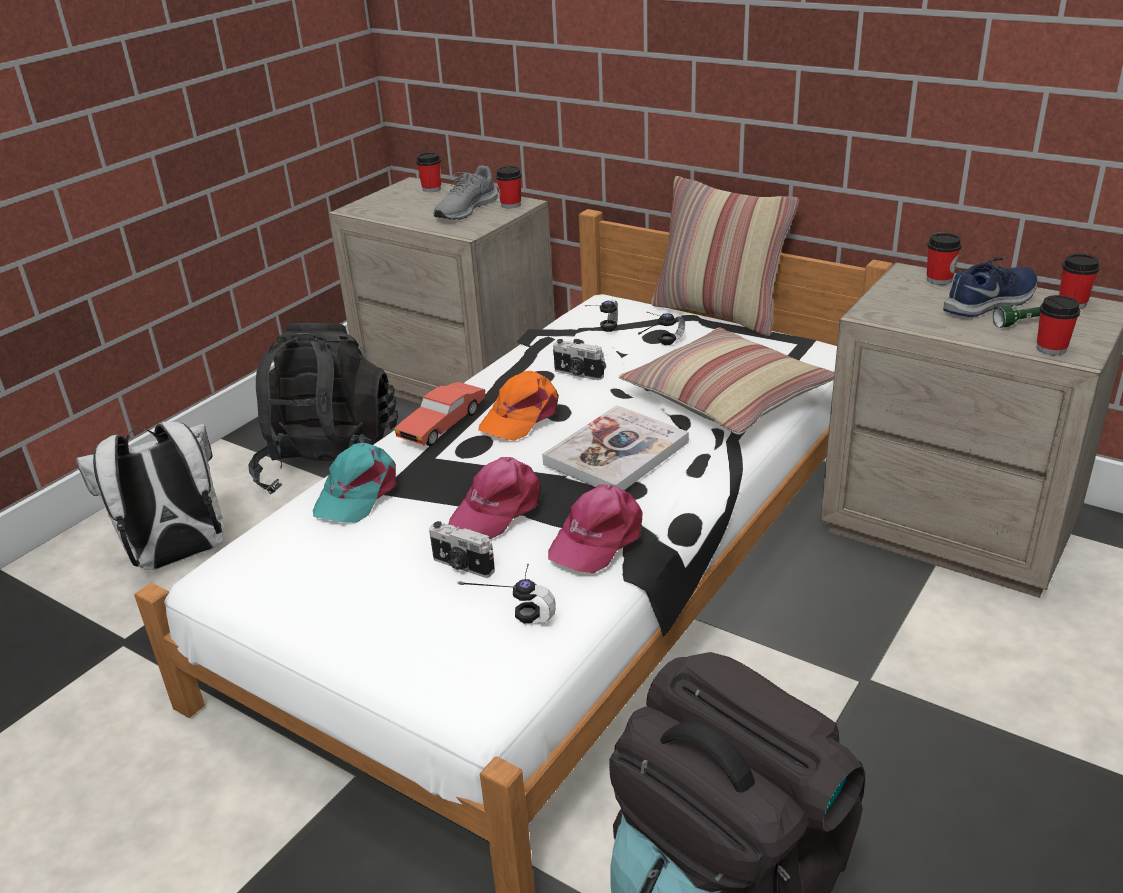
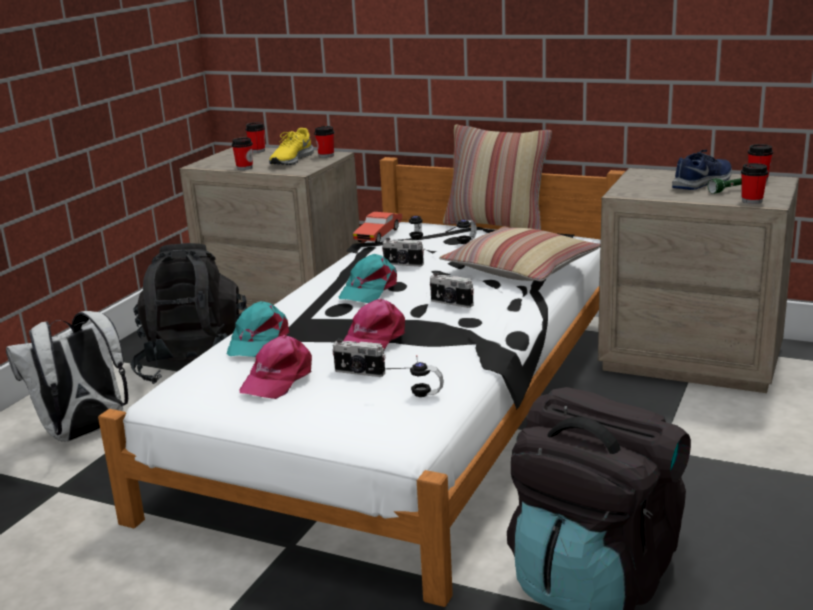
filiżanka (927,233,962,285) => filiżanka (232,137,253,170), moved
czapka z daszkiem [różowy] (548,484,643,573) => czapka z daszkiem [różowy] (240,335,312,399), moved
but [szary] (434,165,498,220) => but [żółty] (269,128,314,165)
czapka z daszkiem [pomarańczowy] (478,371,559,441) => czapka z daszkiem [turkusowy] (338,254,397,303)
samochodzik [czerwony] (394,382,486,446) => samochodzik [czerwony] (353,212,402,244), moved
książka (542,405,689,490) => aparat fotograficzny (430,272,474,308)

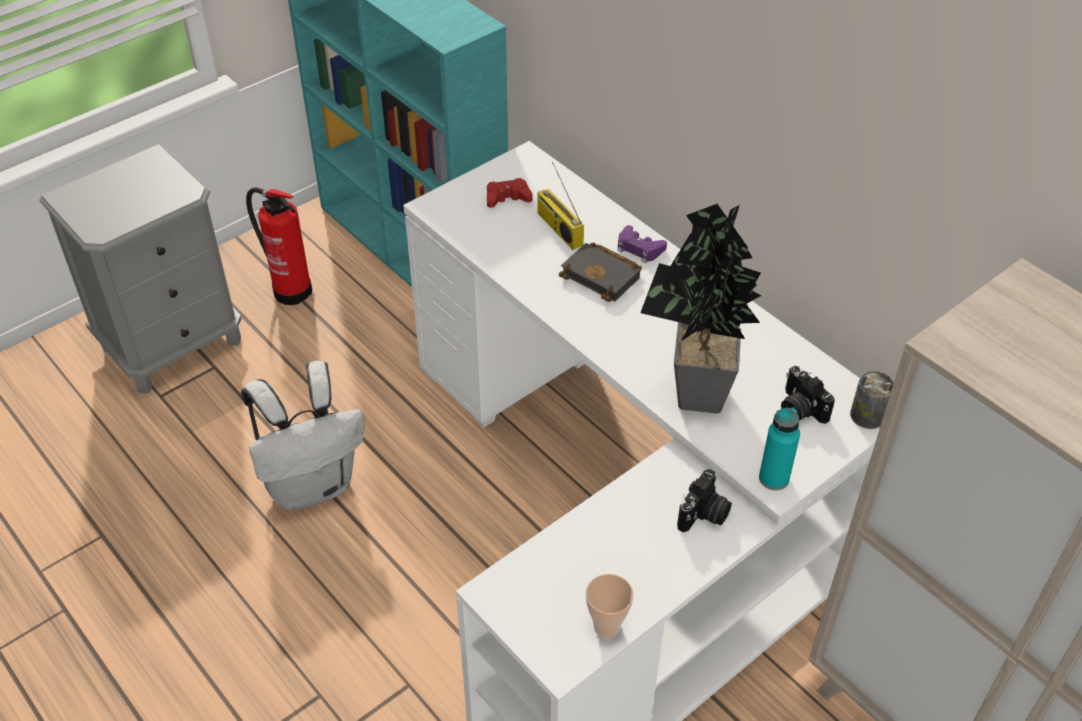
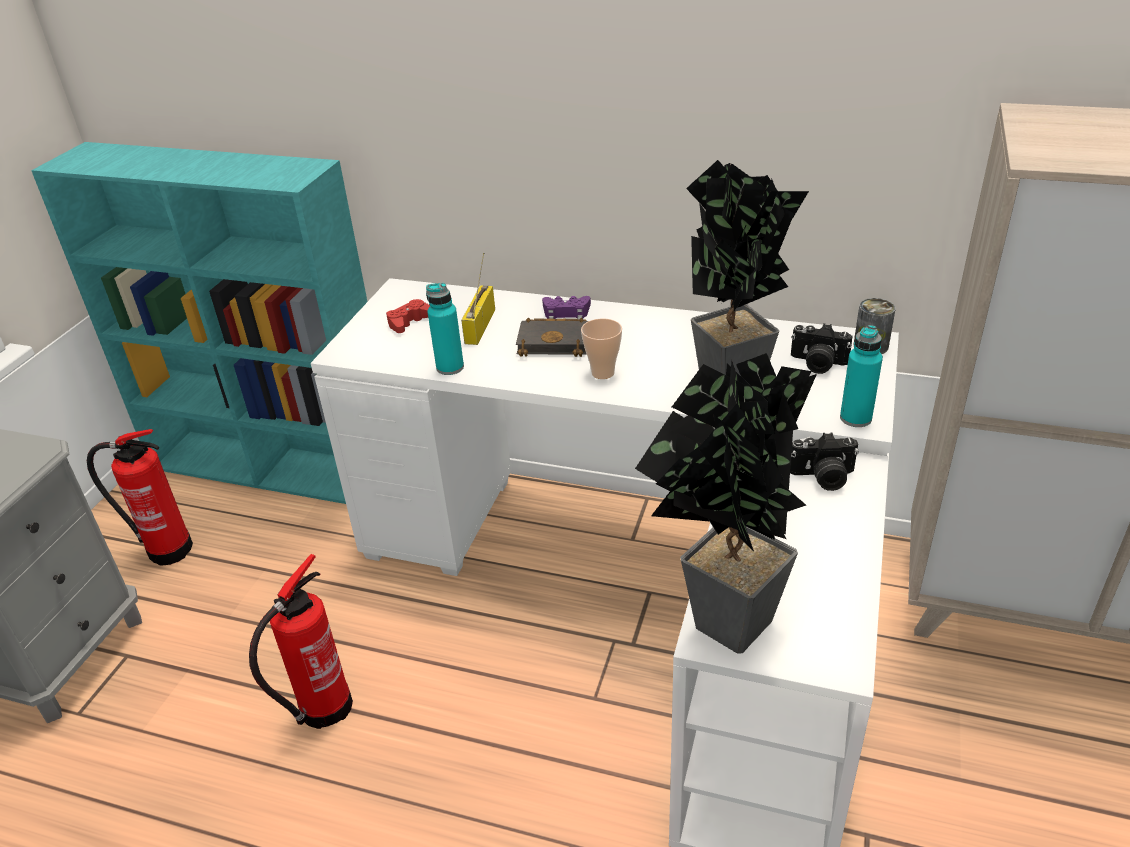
plecak [biały] (241,361,364,510) => gaśnica (249,554,353,729)
nothing => butelka [turkusowy] (426,283,464,375)
radio (538,162,584,250) => radio (461,253,495,345), 75 degrees clockwise
filiżanka (586,574,633,638) => filiżanka (581,318,622,379), moved
nothing => roślina doniczkowa (635,353,817,654)
aparat fotograficzny (677,469,732,533) => aparat fotograficzny (790,432,859,491), 90 degrees clockwise

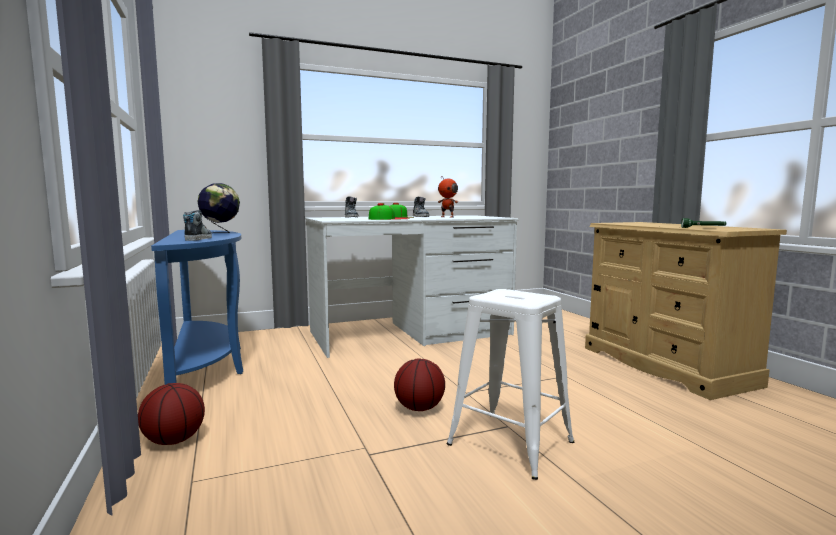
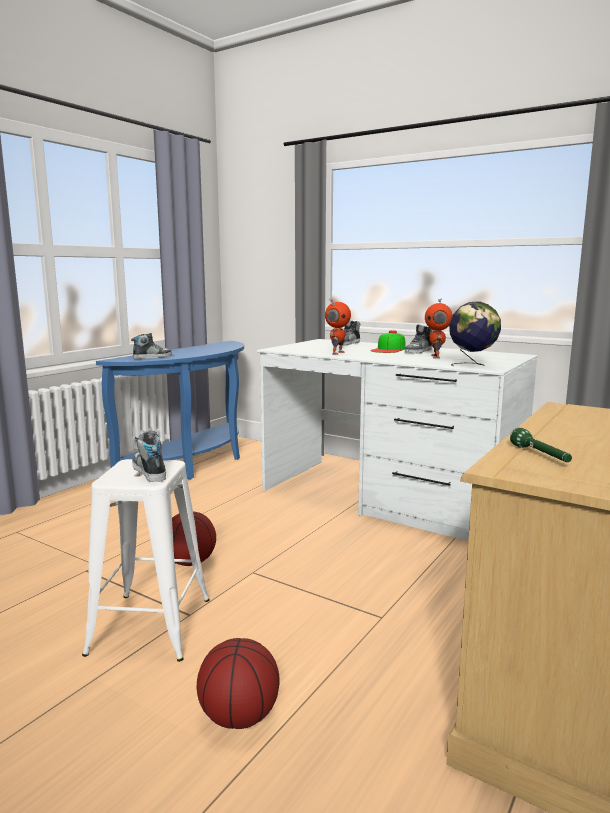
nothing => but (132,431,166,482)
piłka do koszykówki (138,383,205,445) => piłka do koszykówki (197,638,280,729), moved
czapka z daszkiem (369,203,410,220) => robot zabawkowy (325,298,351,355)
globus (197,183,240,233) => globus (449,301,501,366), moved

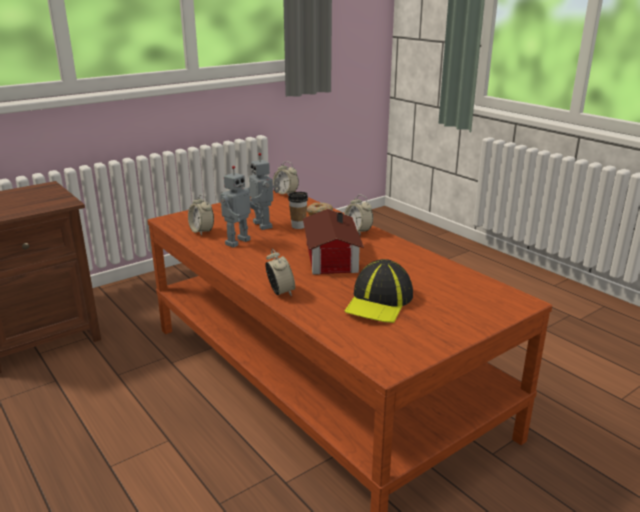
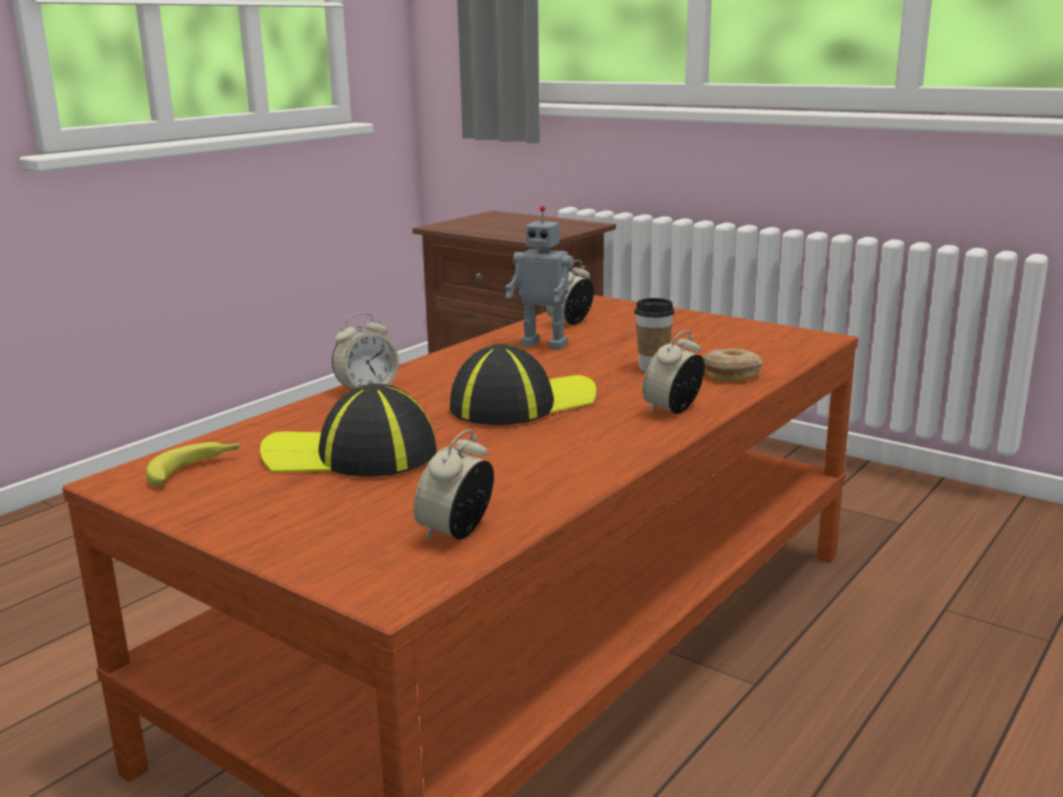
nothing => banan (146,442,242,486)
budzik (273,161,299,196) => budzik (414,429,494,541), moved
domek (303,209,364,275) => czapka z daszkiem (450,344,596,425)
robot zabawkowy (248,153,280,230) => nothing

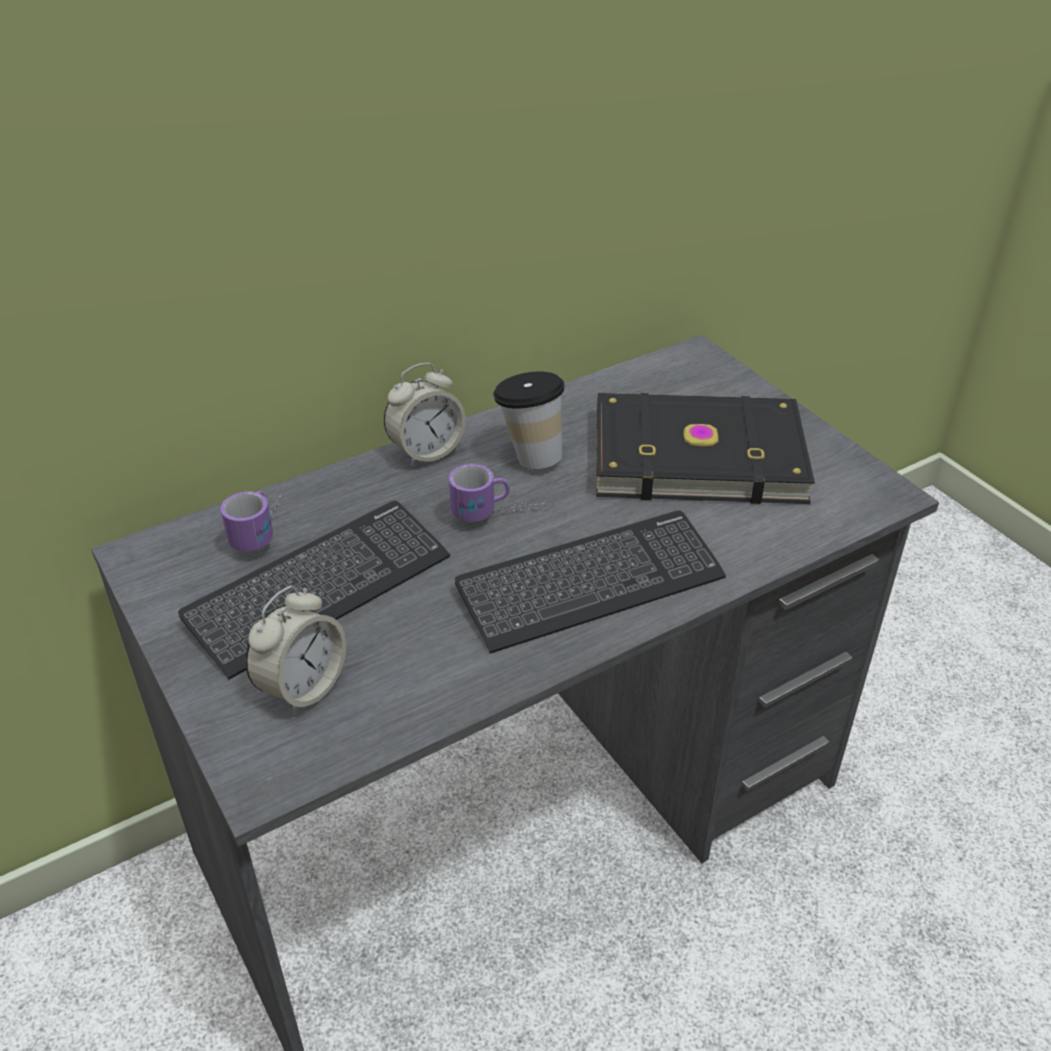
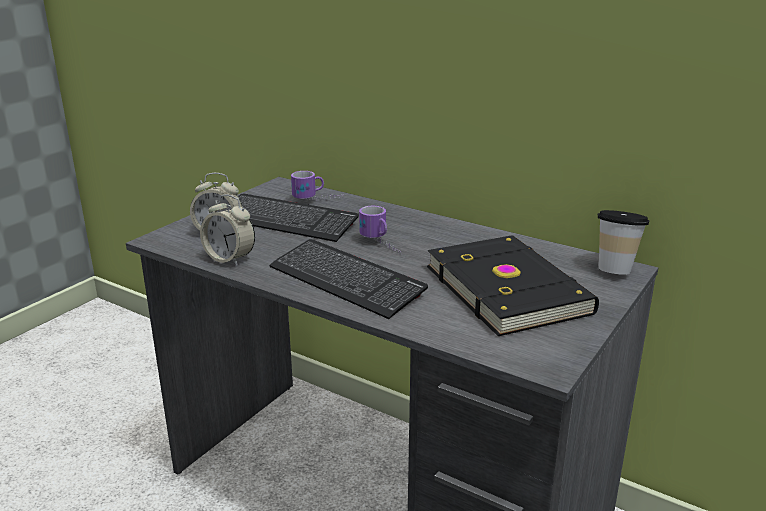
budzik (384,363,466,467) => budzik (200,195,255,266), moved
filiżanka (493,372,564,469) => filiżanka (598,210,650,275), moved

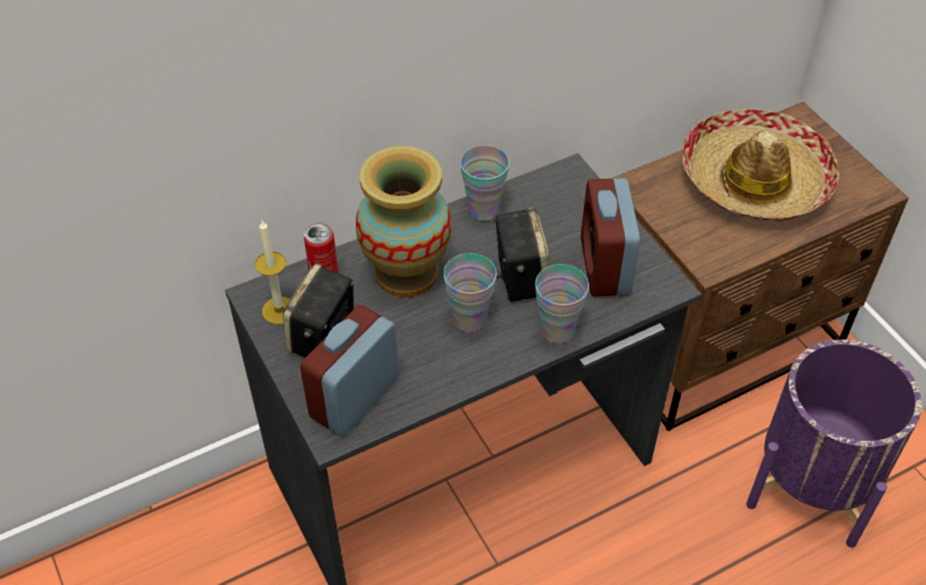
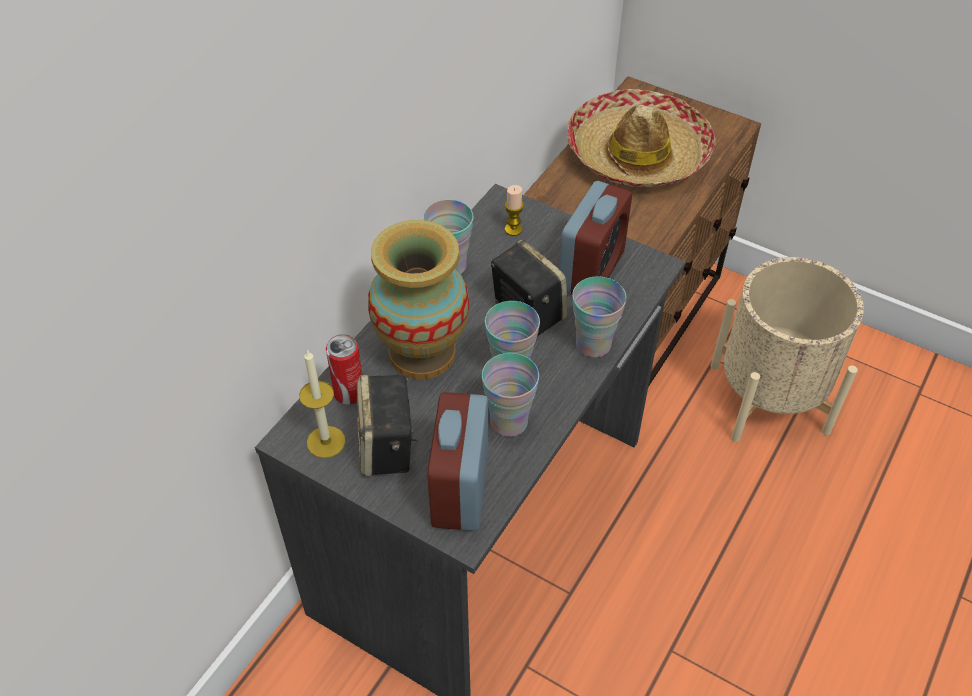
nothing => filiżanka (482,353,539,437)
nothing => świeca (505,185,524,236)
budzik (581,178,640,296) => budzik (559,181,632,294), 120 degrees counterclockwise
donica [fioletowy] (746,339,922,548) => donica [beżowy] (711,257,864,442)

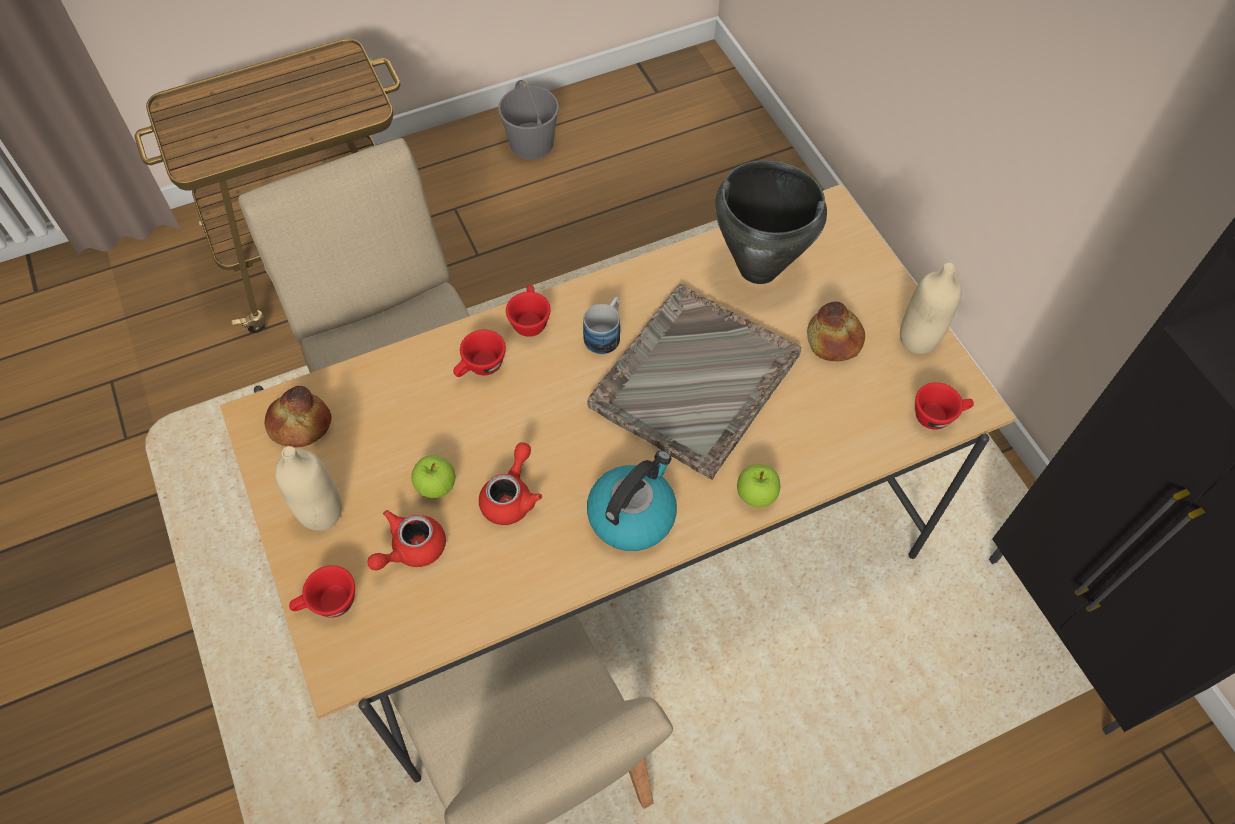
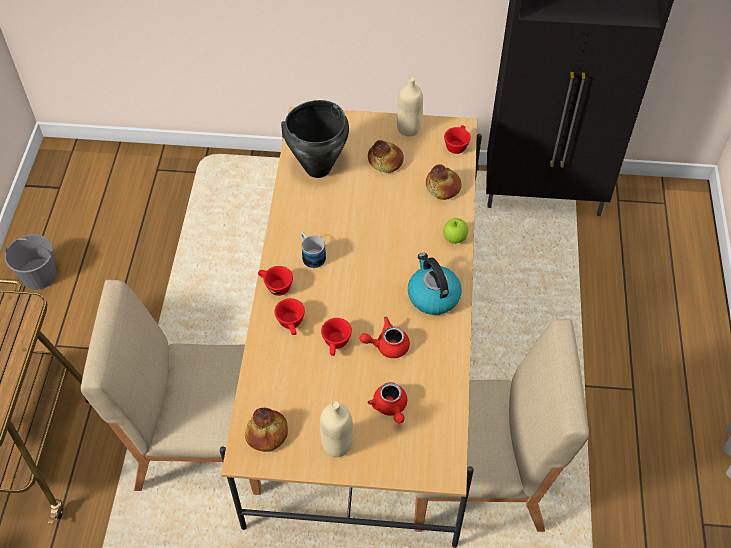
filiżanka [czerwony] (289,565,355,618) => filiżanka [czerwony] (321,318,352,356), moved
imbryk [czerwony] (479,442,542,525) => imbryk [czerwony] (360,317,410,358), 60 degrees counterclockwise
nothing => chleb (426,164,462,200)
jabłko (411,455,456,498) => nothing
taca [szary] (587,284,801,480) => nothing

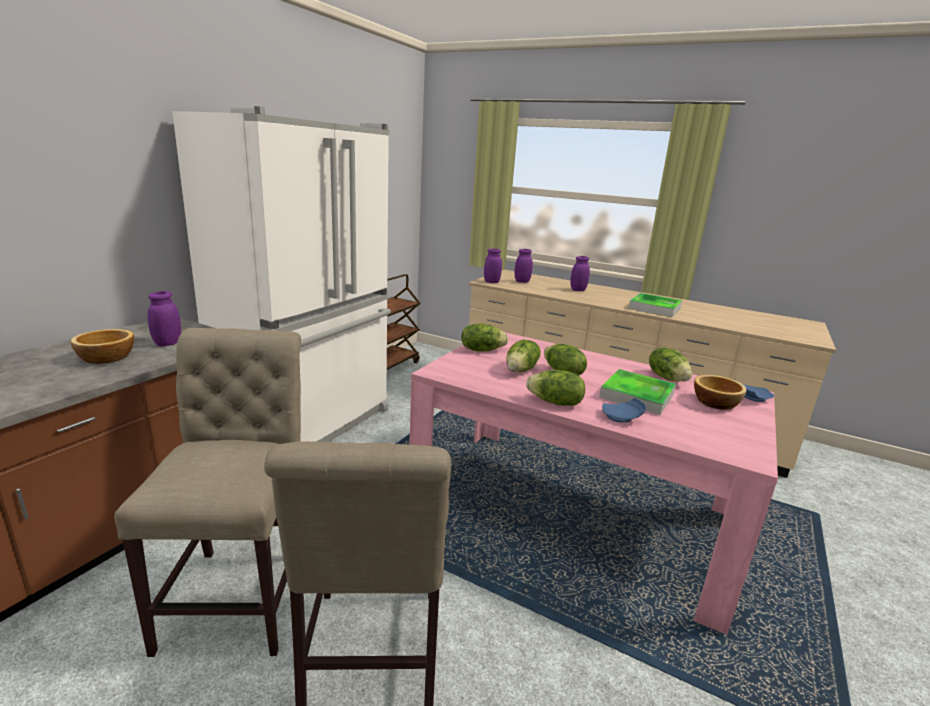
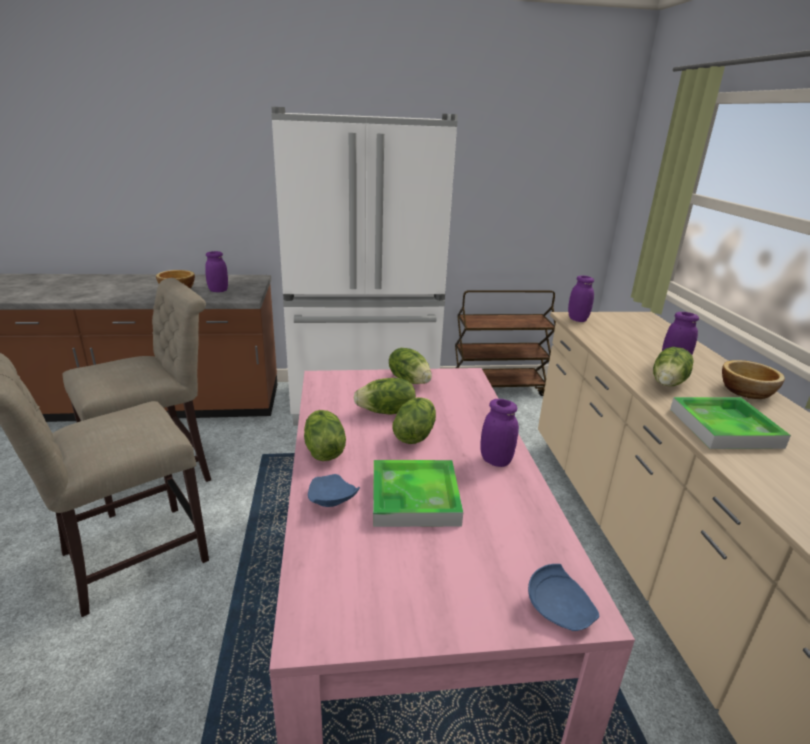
słoik [fioletowy] (515,249,533,283) => słoik [fioletowy] (480,399,519,467), moved
sałata (649,347,692,381) => sałata (653,347,694,386), moved
miska (694,375,747,410) => miska (722,360,785,399), moved

